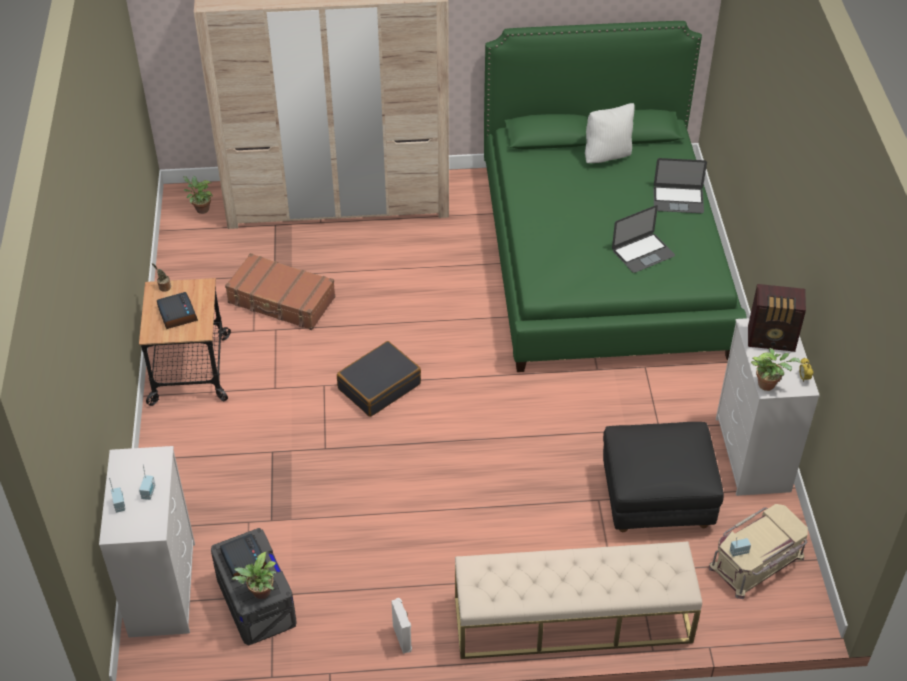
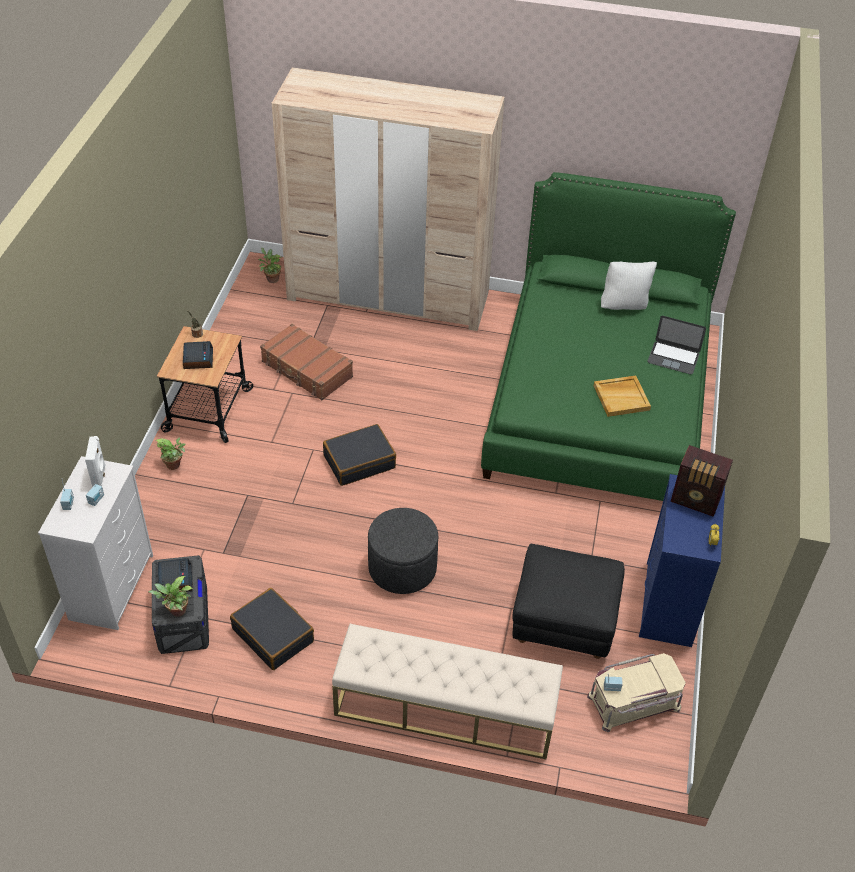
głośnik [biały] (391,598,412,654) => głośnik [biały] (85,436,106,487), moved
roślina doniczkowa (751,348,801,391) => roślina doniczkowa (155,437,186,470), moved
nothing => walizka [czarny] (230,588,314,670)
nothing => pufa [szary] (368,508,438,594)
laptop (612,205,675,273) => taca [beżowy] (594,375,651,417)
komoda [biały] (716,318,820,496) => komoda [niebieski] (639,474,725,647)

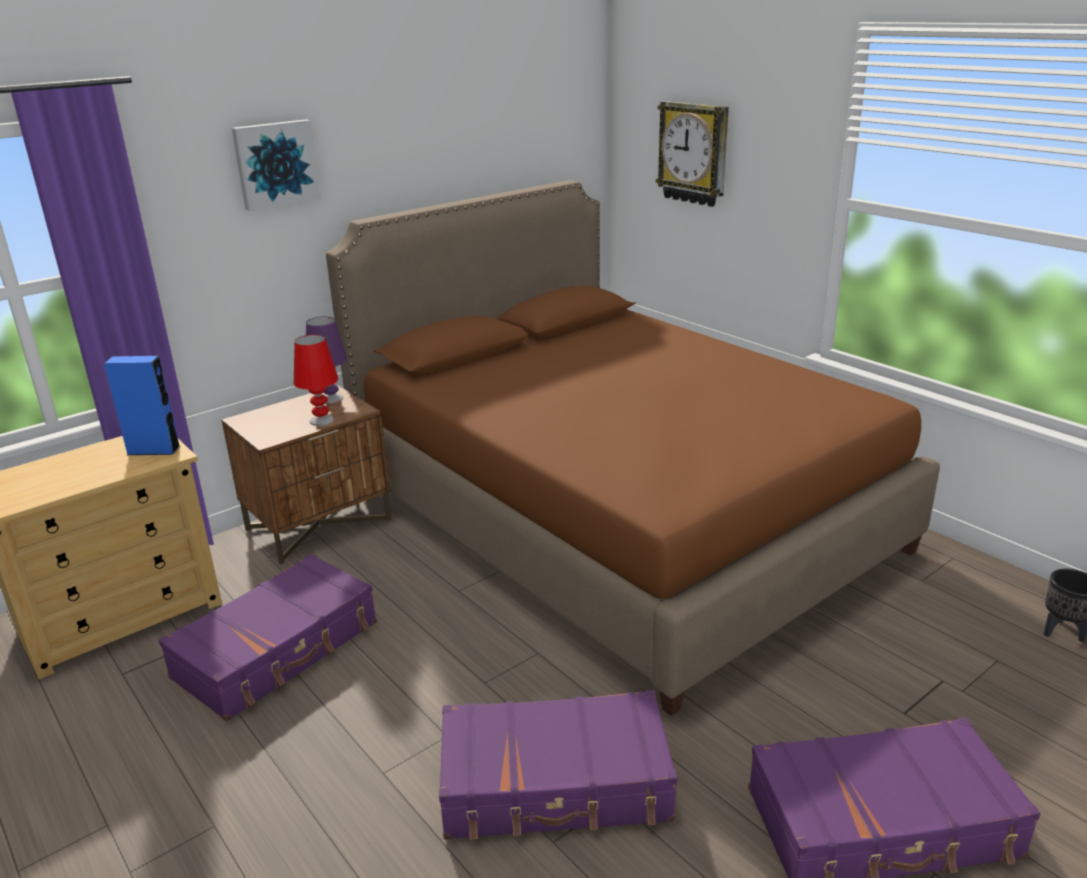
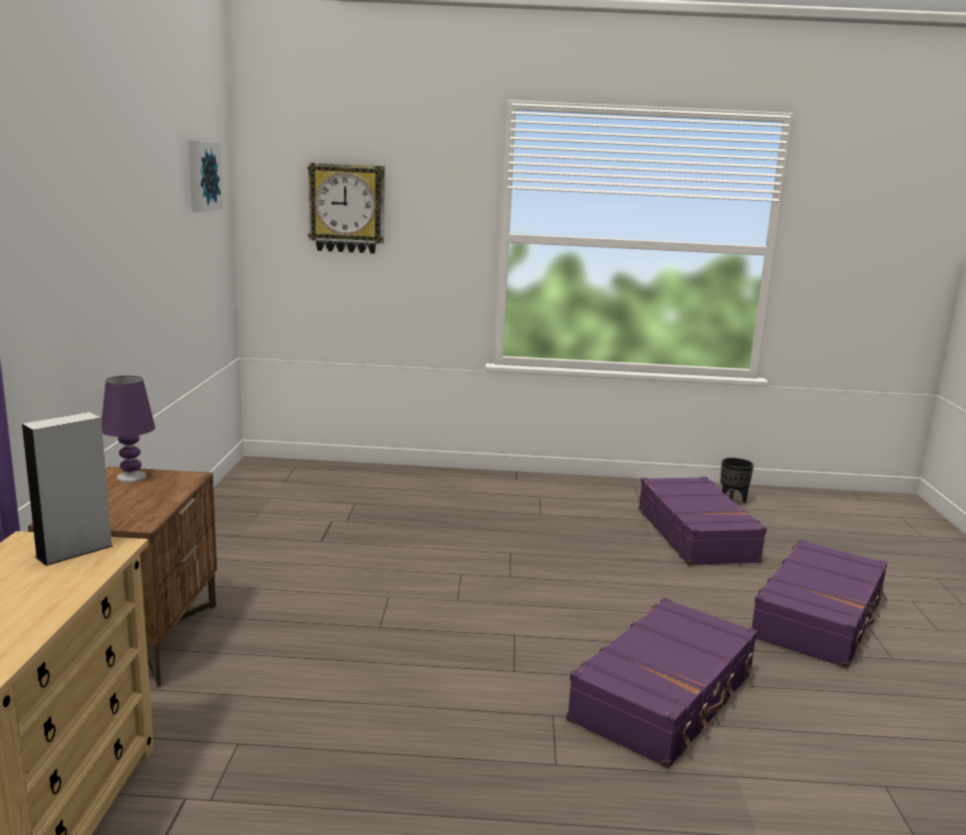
głośnik [niebieski] (104,356,180,455) => głośnik [szary] (22,412,113,566)
obraz (232,119,321,211) => obraz (189,140,223,212), moved
walizka [fioletowy] (159,554,377,721) => walizka [fioletowy] (638,477,767,565), moved
lampa stołowa [czerwony] (294,335,338,426) => nothing
łóżko [brązowy] (326,180,940,716) => nothing

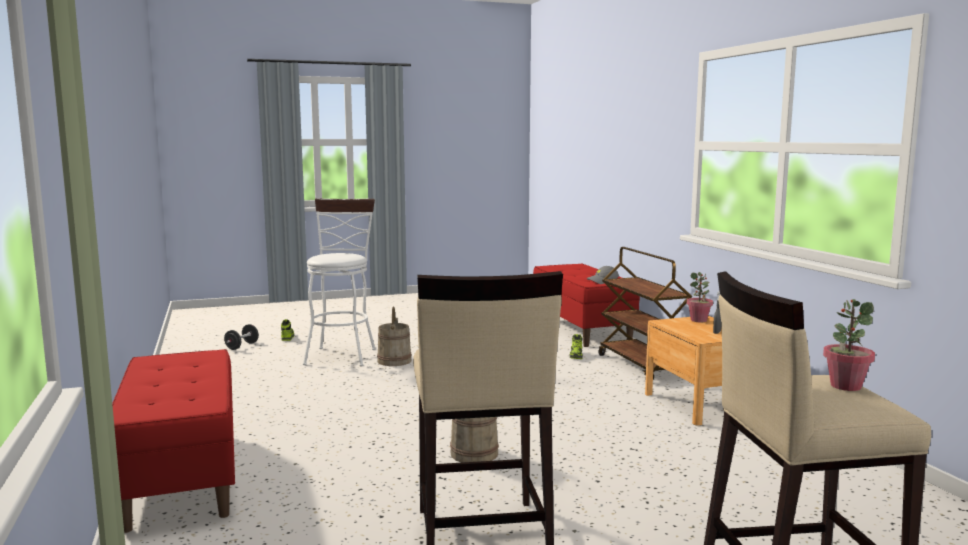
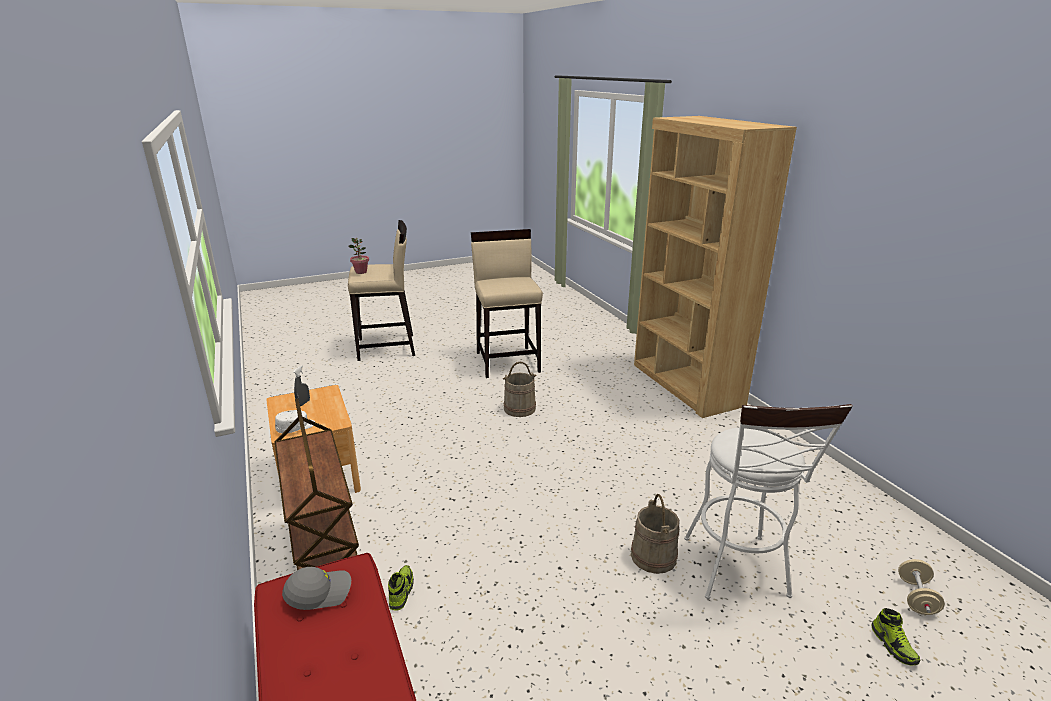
roślina doniczkowa (686,272,713,322) => czapka z daszkiem [biały] (275,410,315,433)
ławka [czerwony] (112,349,235,533) => regał [brązowy] (634,116,797,418)
hantel [czarny] (224,324,259,350) => hantel [beżowy] (898,559,945,615)

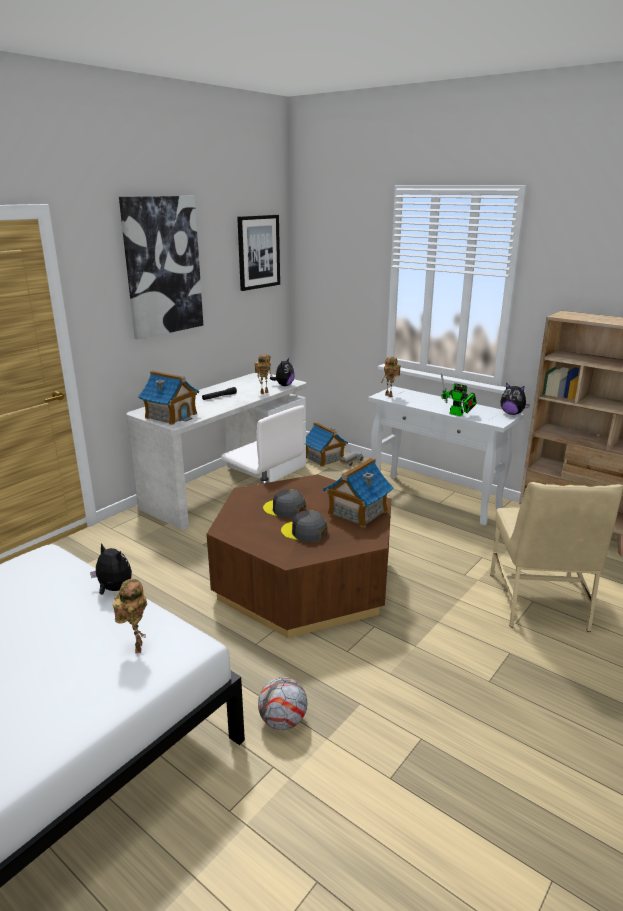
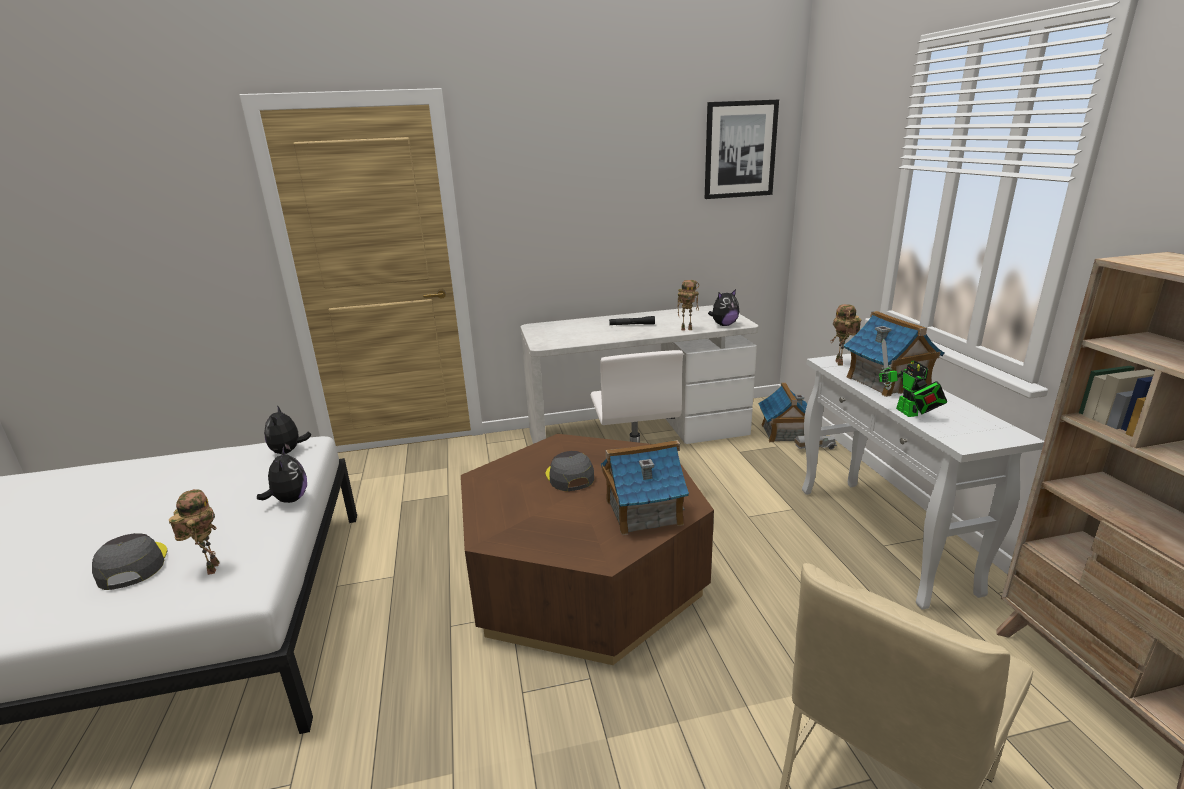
czapka z daszkiem [szary] (281,510,328,543) => czapka z daszkiem [szary] (92,533,167,590), moved
robot zabawkowy (113,578,147,653) => robot zabawkowy (169,489,220,575), 45 degrees counterclockwise
pluszak (500,382,530,415) => pluszak (264,405,311,454), moved
domek (138,371,199,425) => domek (844,311,944,397), moved
obraz (119,196,203,339) => nothing
piłka futbolowa (258,677,307,730) => nothing

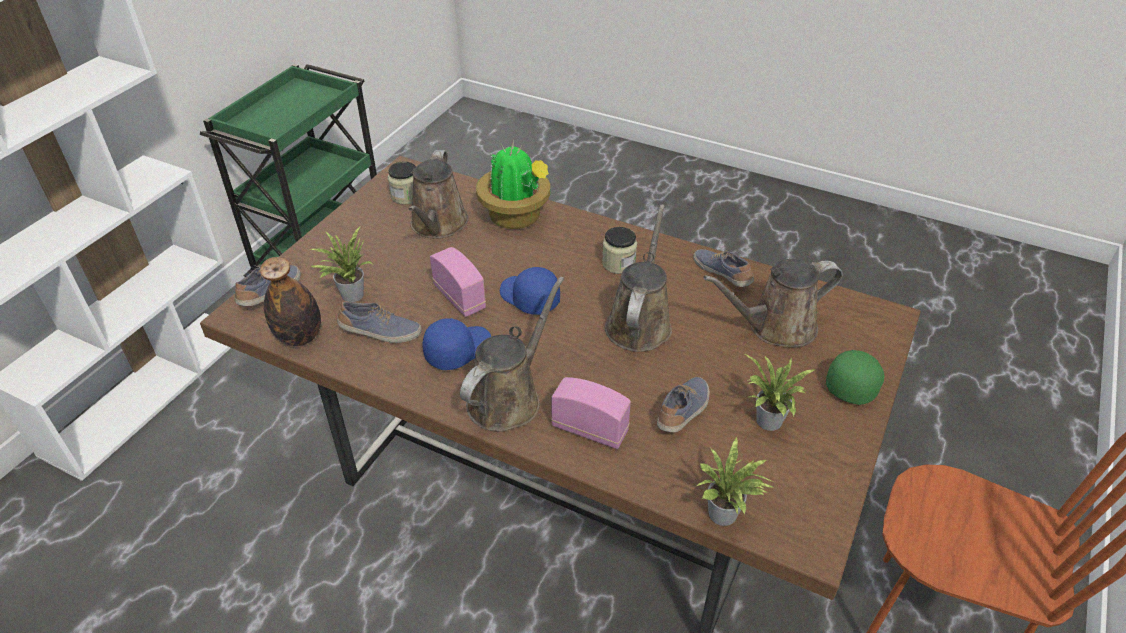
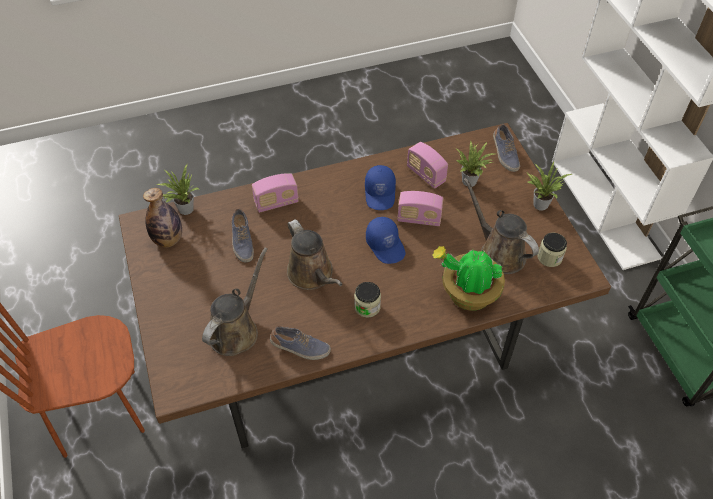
butelka (260,257,321,346) => butelka (143,188,182,247), moved
czapka z daszkiem [niebieski] (500,267,560,315) => czapka z daszkiem [niebieski] (366,217,405,264), 60 degrees clockwise
but (337,301,421,343) => radio (407,142,448,189)
roślina doniczkowa (743,353,814,431) => roślina doniczkowa (527,161,572,211), moved
konewka [brązowy] (460,277,564,432) => nothing
czapka z daszkiem [zielony] (826,350,884,405) => nothing

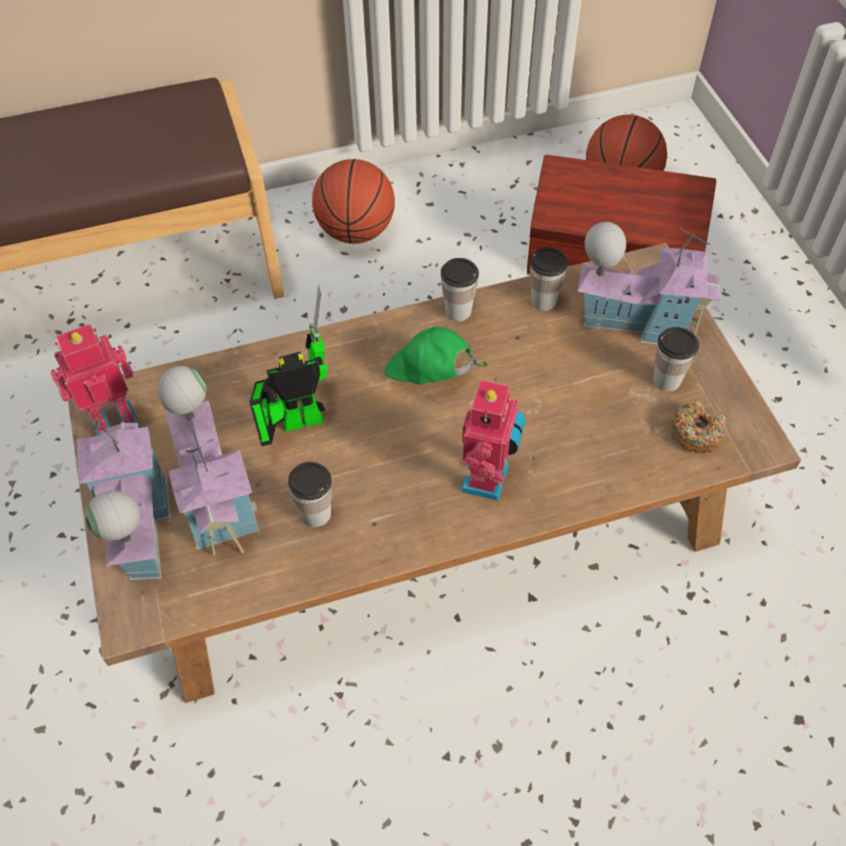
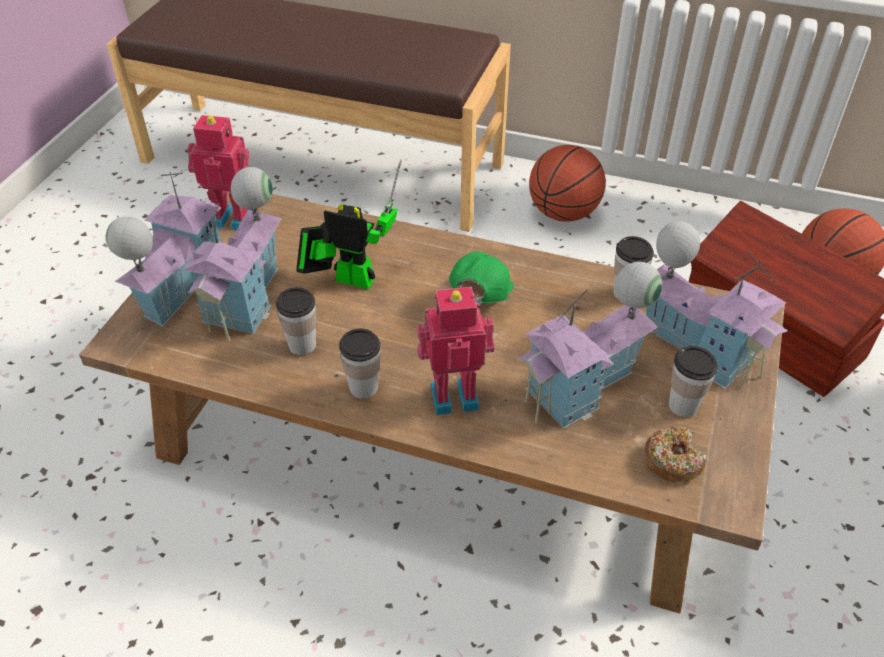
filiżanka (441,258,479,321) => filiżanka (339,329,381,399), moved
robot zabawkowy (461,377,525,501) => robot zabawkowy (417,287,495,415), 150 degrees counterclockwise
czapka z daszkiem [zielony] (385,327,488,385) => czapka z daszkiem [zielony] (449,252,514,303), 45 degrees clockwise
nothing => domek (517,262,662,429)

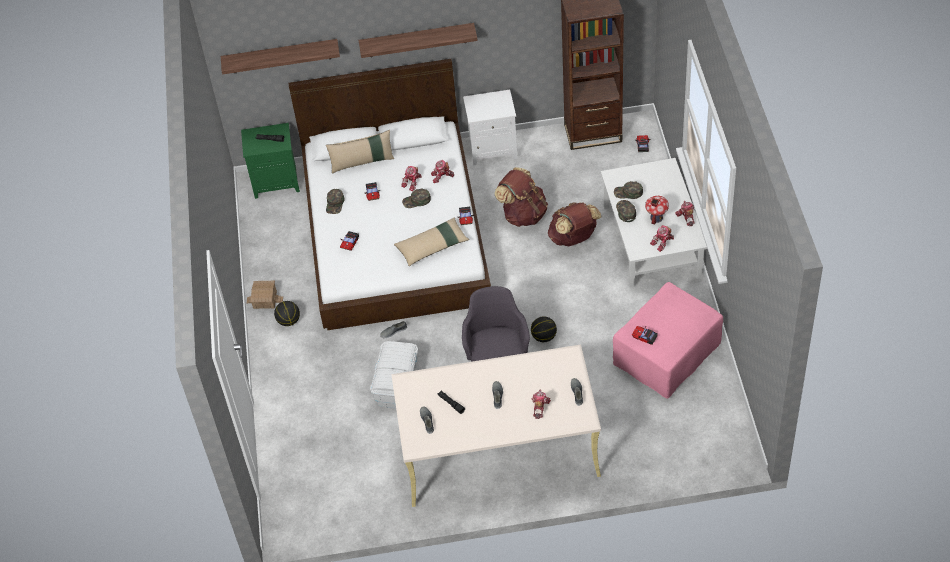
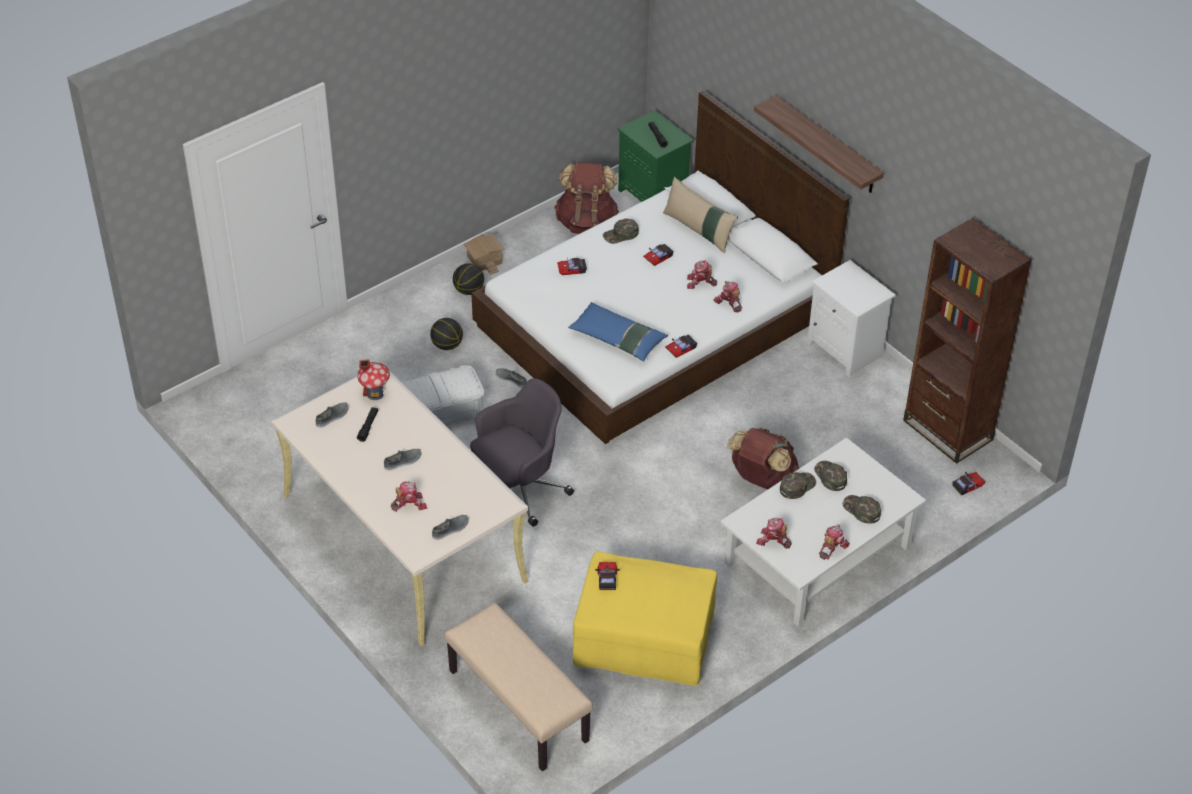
domek (645,196,669,225) => domek (357,359,390,400), moved
piłka do koszykówki (531,316,557,342) => piłka do koszykówki (430,318,463,350), moved
nothing => ławka [beżowy] (444,602,593,771)
plecak [brązowy] (494,167,548,227) => plecak [brązowy] (554,162,619,234), moved
poduszka [beżowy] (394,218,469,266) => poduszka [niebieski] (568,302,668,361)
pufa [różowy] (613,282,723,398) => pufa [żółty] (573,552,717,686)
czapka z daszkiem [zielony] (402,188,431,208) => czapka z daszkiem [zielony] (843,495,881,524), moved
półka (221,39,340,74) => nothing

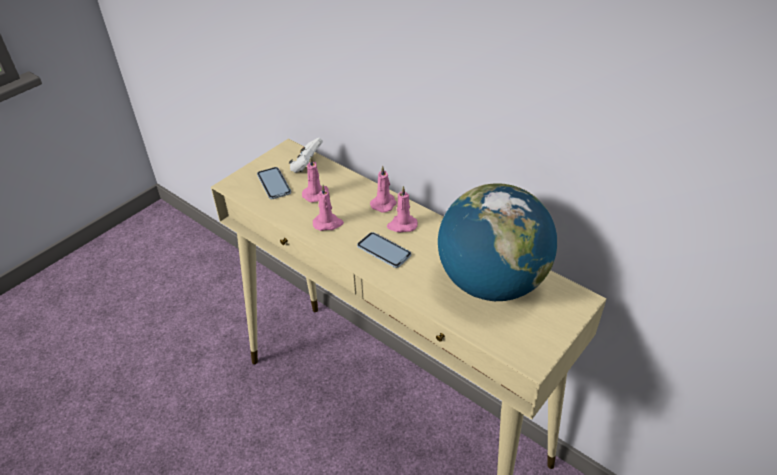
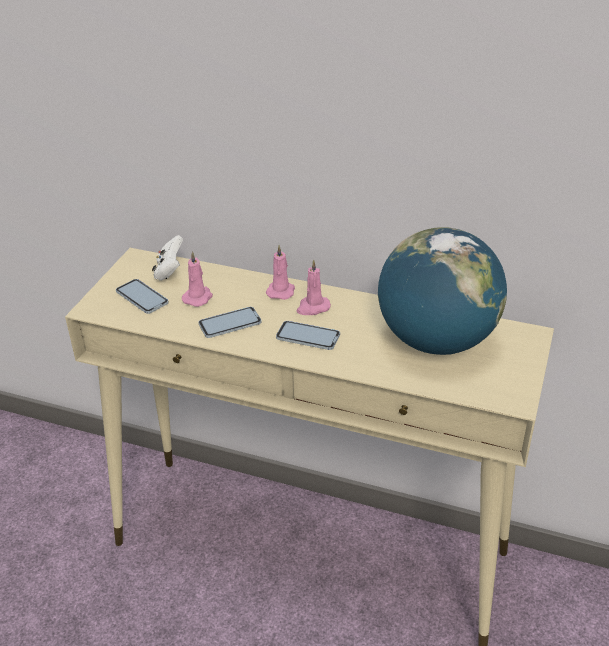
świeca [różowy] (313,185,344,231) => telefon (198,307,262,338)

